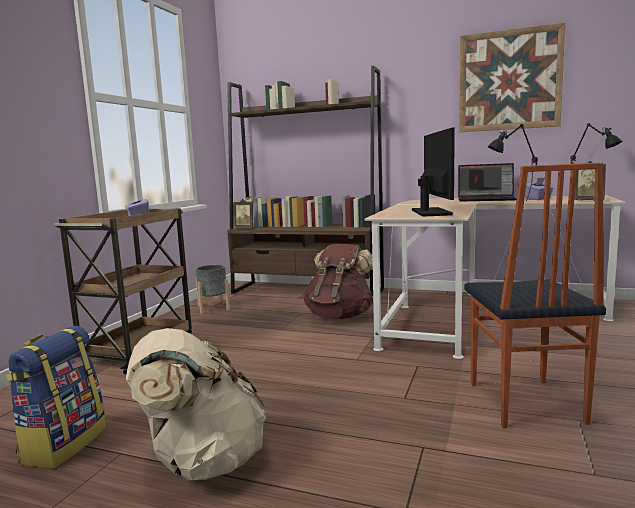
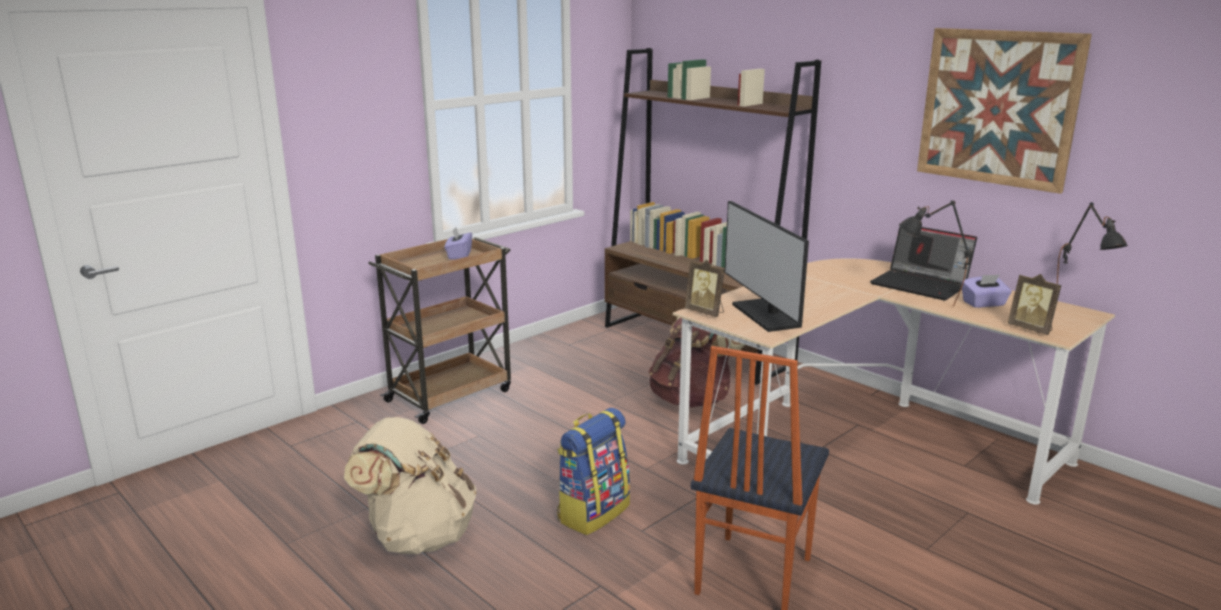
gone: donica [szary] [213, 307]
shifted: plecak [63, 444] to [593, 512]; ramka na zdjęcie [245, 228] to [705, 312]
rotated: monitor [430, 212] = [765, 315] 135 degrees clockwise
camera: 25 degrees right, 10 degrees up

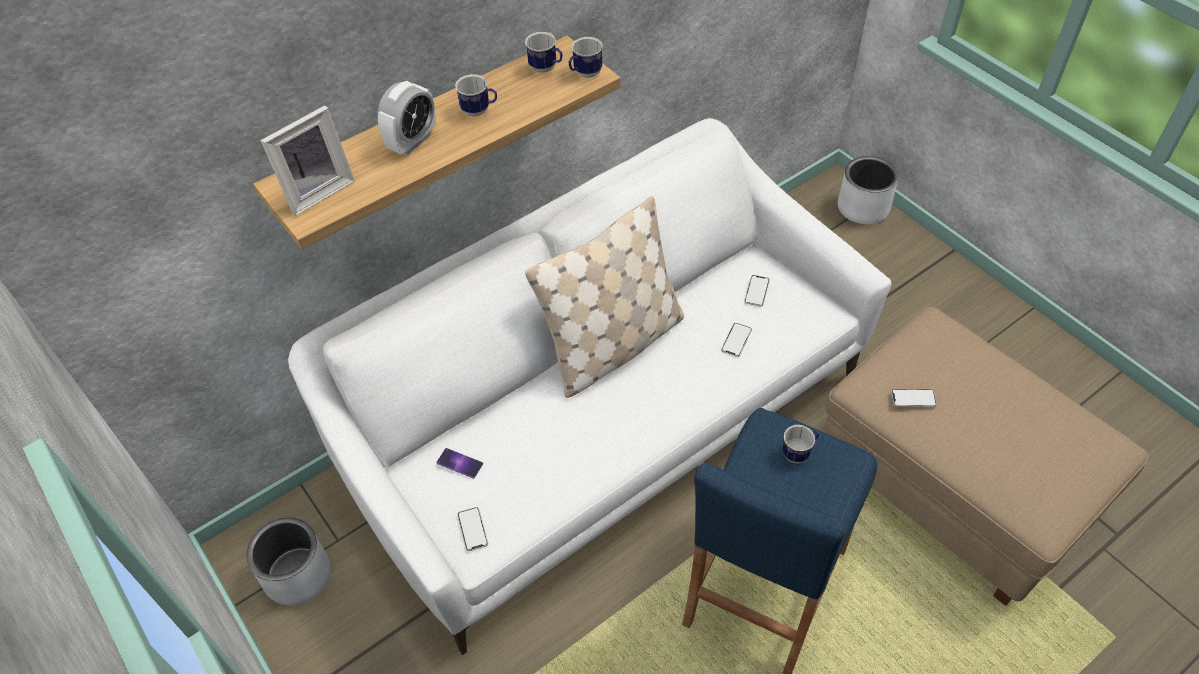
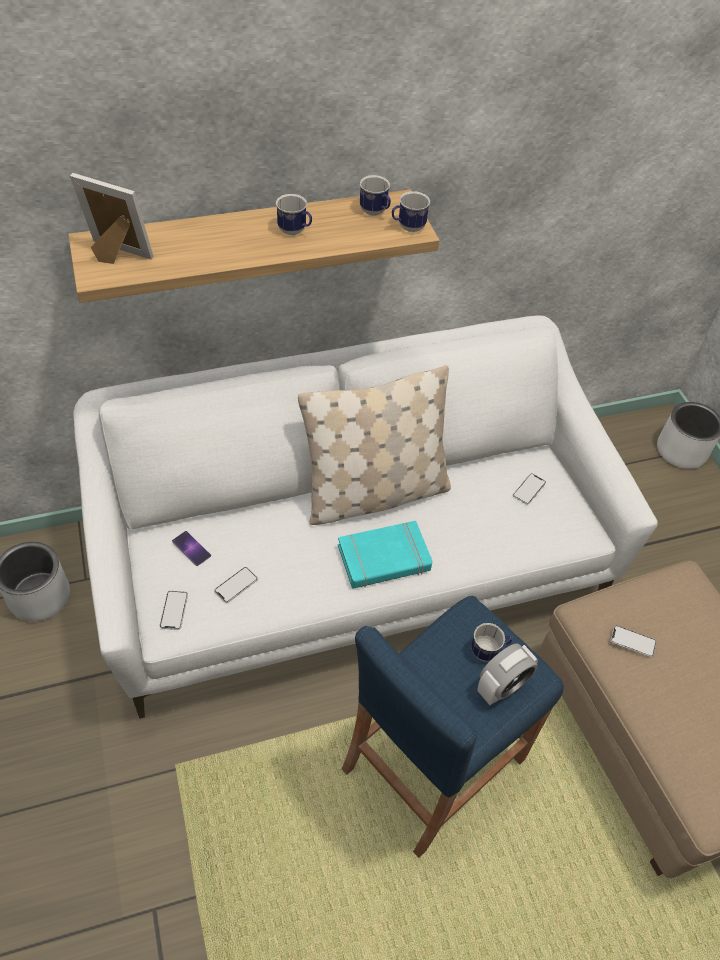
new: książka [turkusowy] [384, 559]
shifted: budzik [412, 142] to [501, 687]; telefon [736, 340] to [236, 585]
rotated: ramka na zdjęcie [316, 191] = [116, 256] 135 degrees counterclockwise
camera: 15 degrees right, 0 degrees up

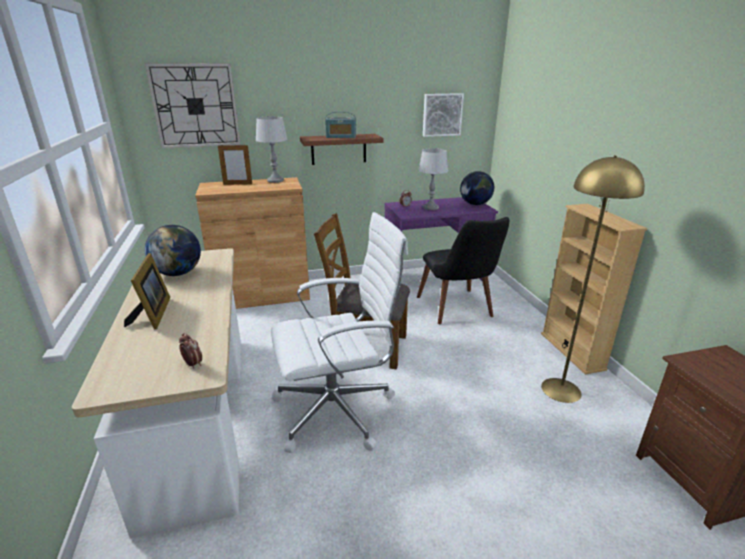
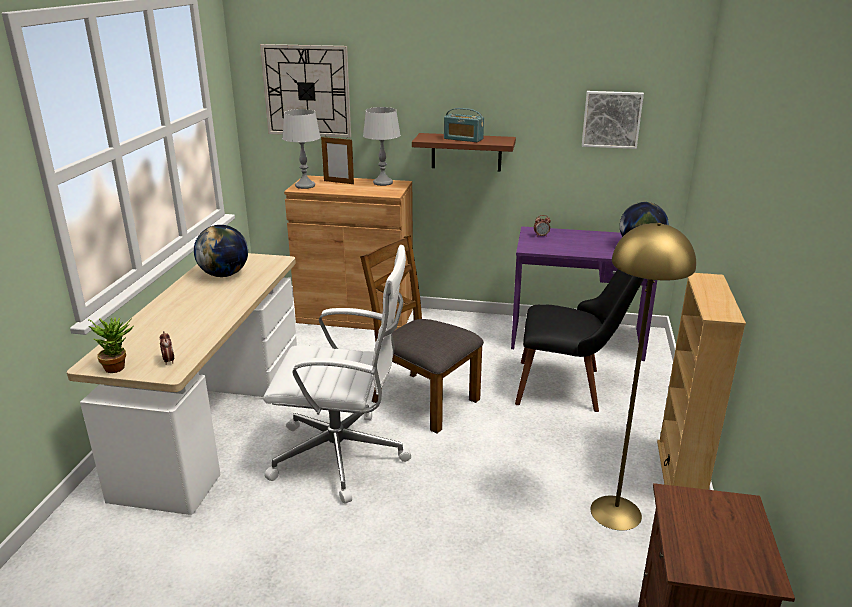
gone: ramka na zdjęcie [153, 314]
new: roślina doniczkowa [119, 367]
shifted: lampa stołowa [szary] [431, 208] to [305, 186]
rotated: krzesło [czarny] [459, 311] = [572, 387] 90 degrees counterclockwise
camera: 25 degrees right, 0 degrees up

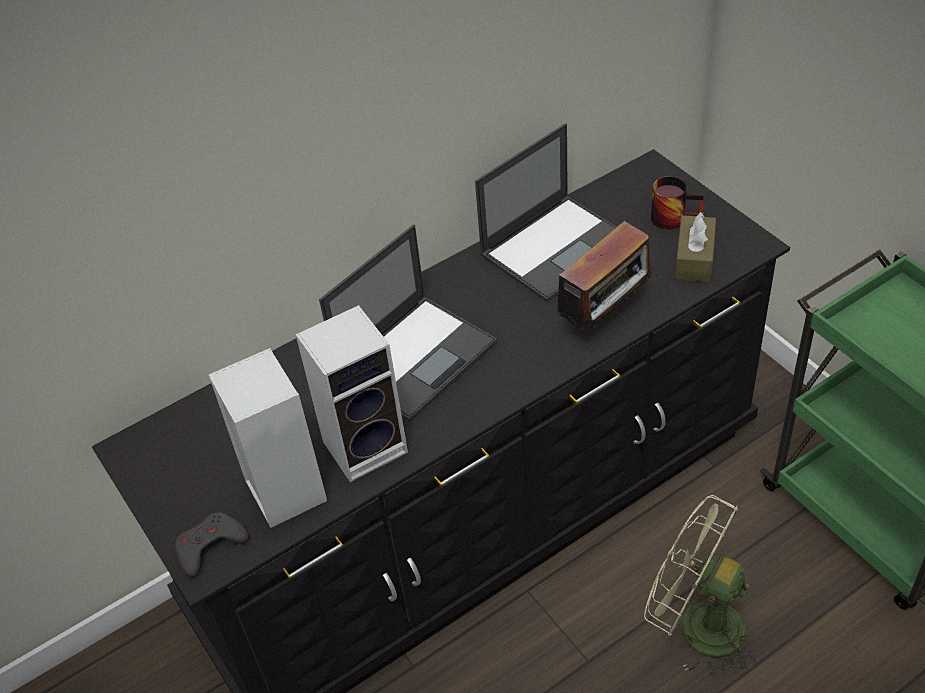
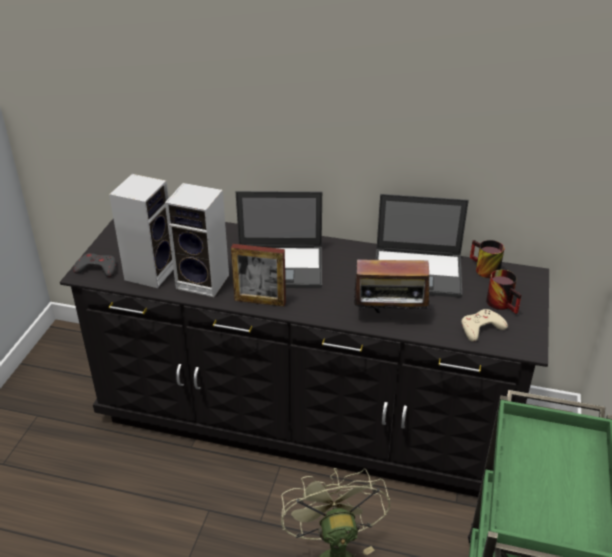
new: ramka na zdjęcie [260, 301]; kubek [482, 269]
swapped: pudełko chusteczek [brązowy] [694, 258] to pad do gier [beżowy] [481, 328]
camera: 45 degrees right, 10 degrees down

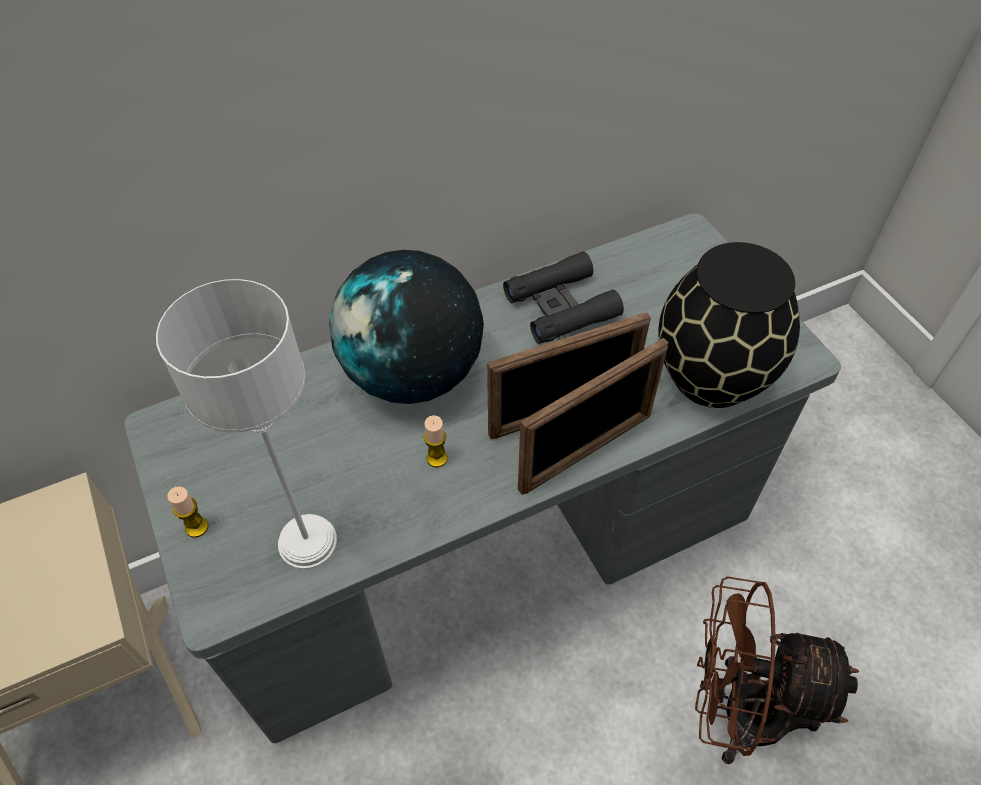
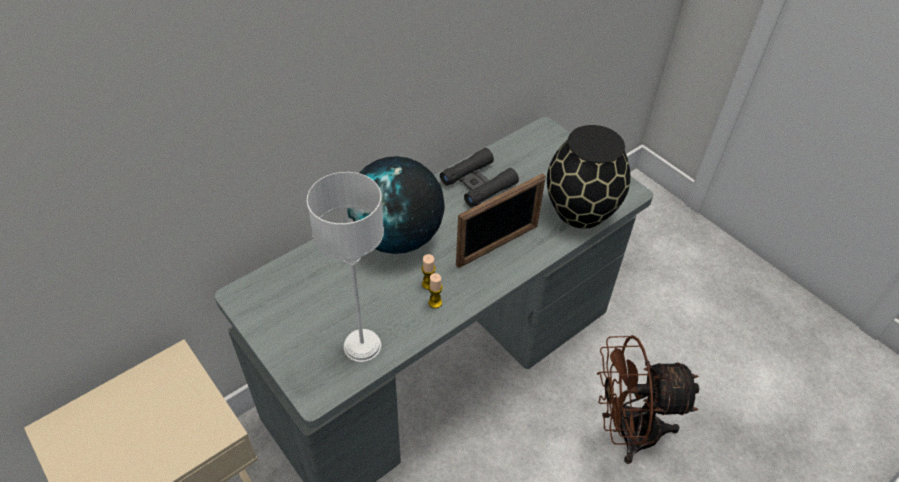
gone: ramka na zdjęcie [586, 452]
shifted: świeca [197, 527] to [435, 302]
camera: 15 degrees left, 5 degrees down

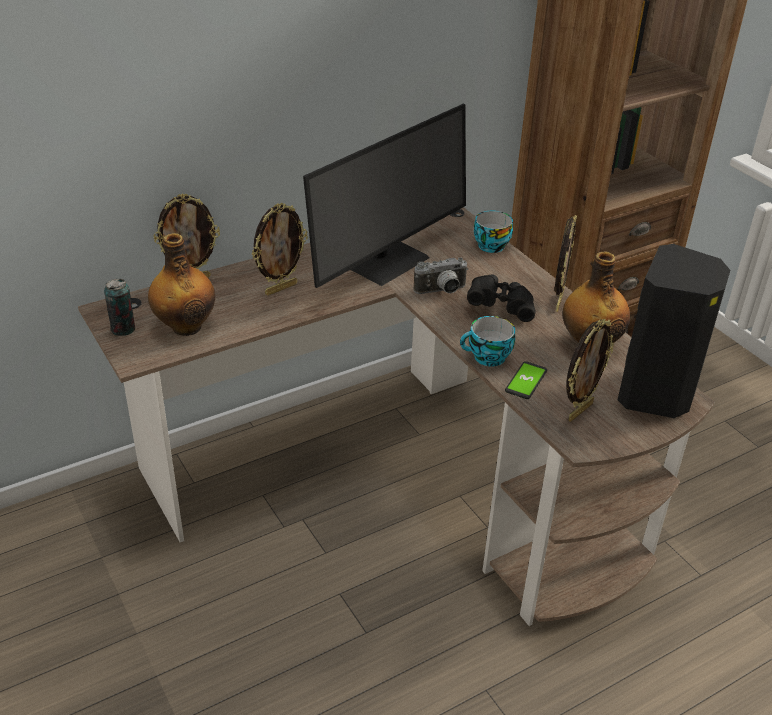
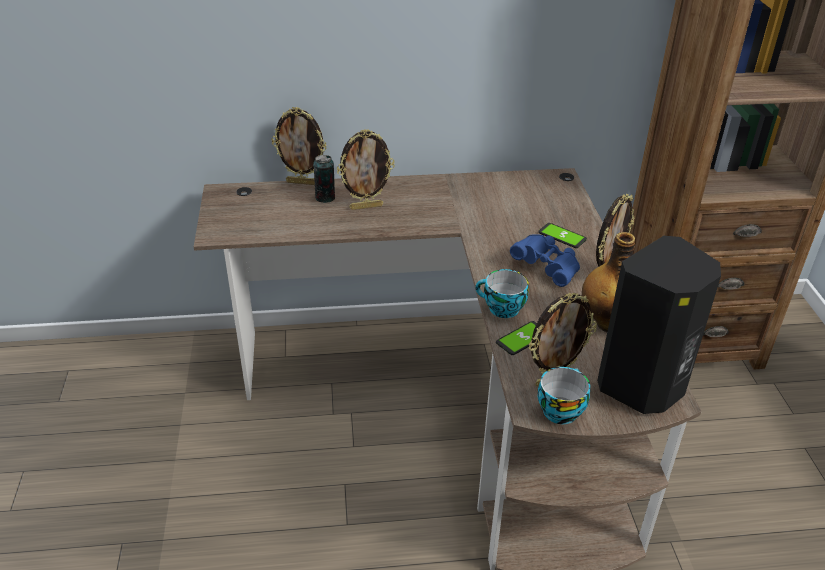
gone: butelka [186, 326]; monitor [381, 259]; aparat fotograficzny [442, 291]
new: telefon [562, 236]
shifted: puszka [123, 329] to [325, 198]; filiżanka [490, 245] to [560, 409]
repainted: lornetka [czarny] [501, 307] to lornetka [niebieski] [547, 268]
camera: 25 degrees right, 0 degrees up

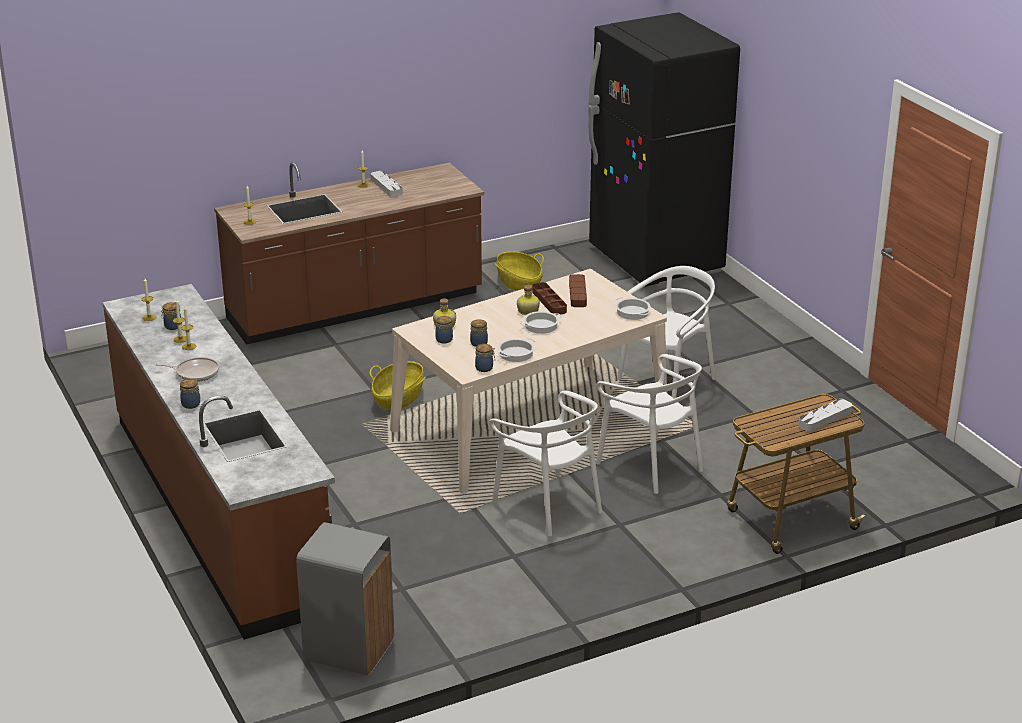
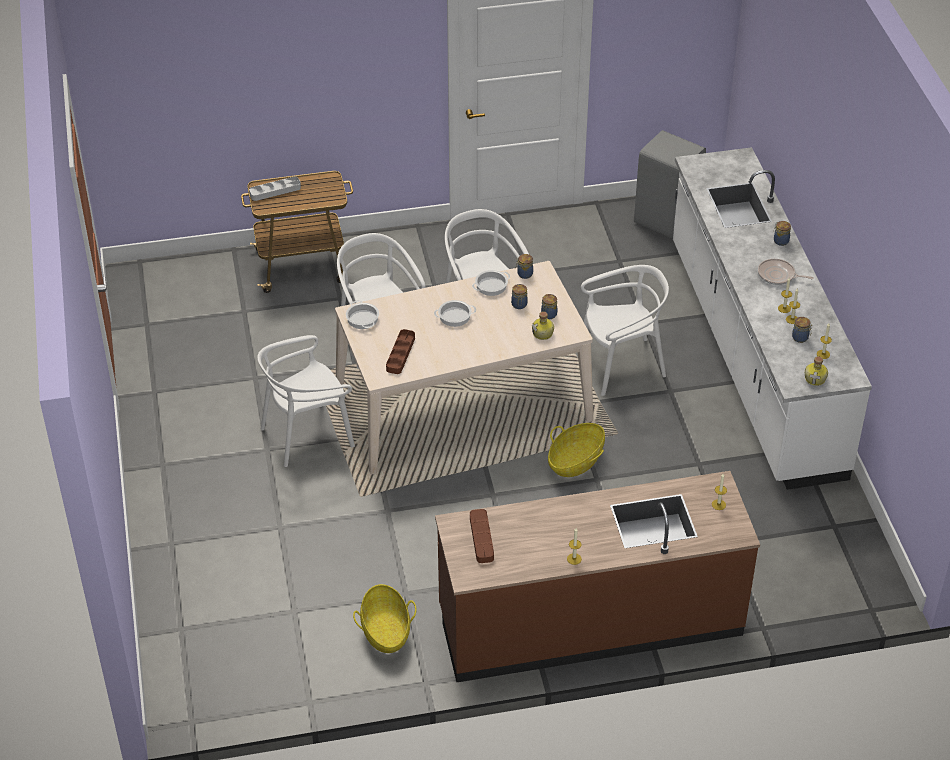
gone: taca [szary] [386, 186]; lodówka [czarny] [656, 260]
new: krzesło [biały] [621, 365]
shifted: butelka [527, 311] to [815, 379]; taca [brązowy] [549, 301] to [481, 538]
repainted: zabudowa kuchenna [brązowy] [221, 509] to zabudowa kuchenna [biały] [753, 358]
camera: 165 degrees left, 15 degrees up

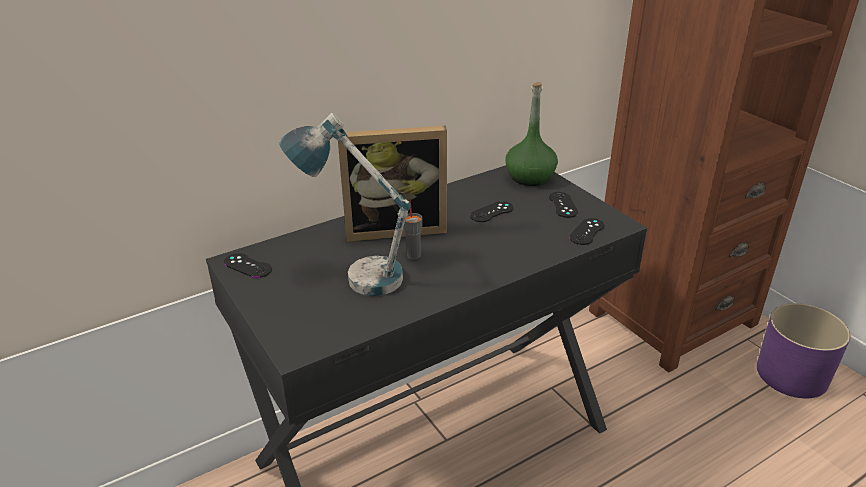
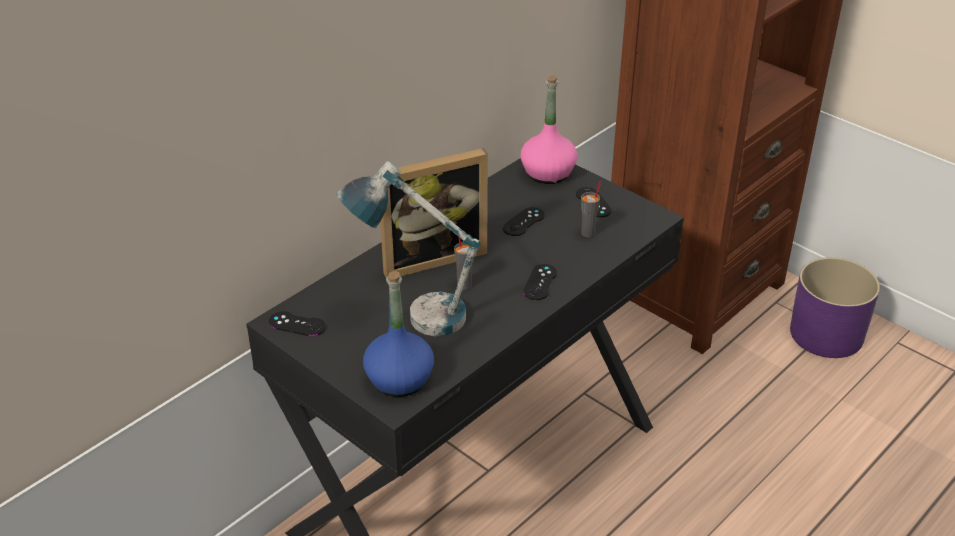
new: butelka [niebieski] [399, 379]; filiżanka [szary] [588, 233]
shifted: pad do gier [czarny] [587, 232] to [540, 282]
repainted: butelka [zielony] [530, 177] to butelka [różowy] [547, 173]
camera: 15 degrees left, 5 degrees up

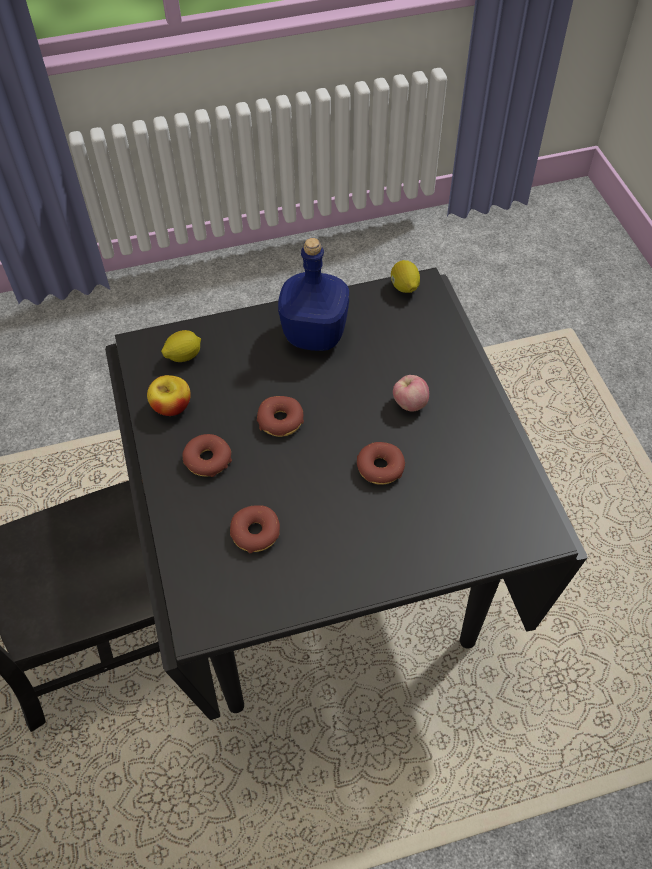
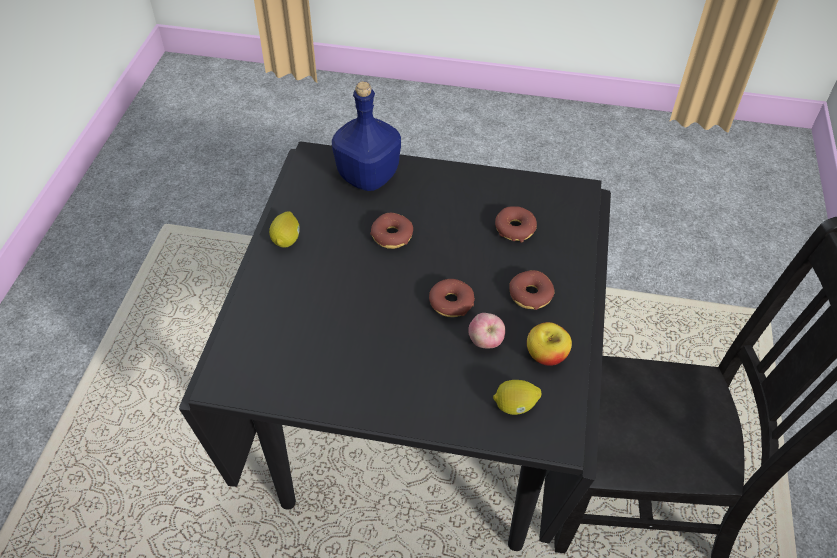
shifted: butelka [niebieski] [316, 334] to [367, 176]; cytryna [404, 287] to [286, 239]; jabłko [409, 404] to [485, 342]
camera: 155 degrees left, 5 degrees down

